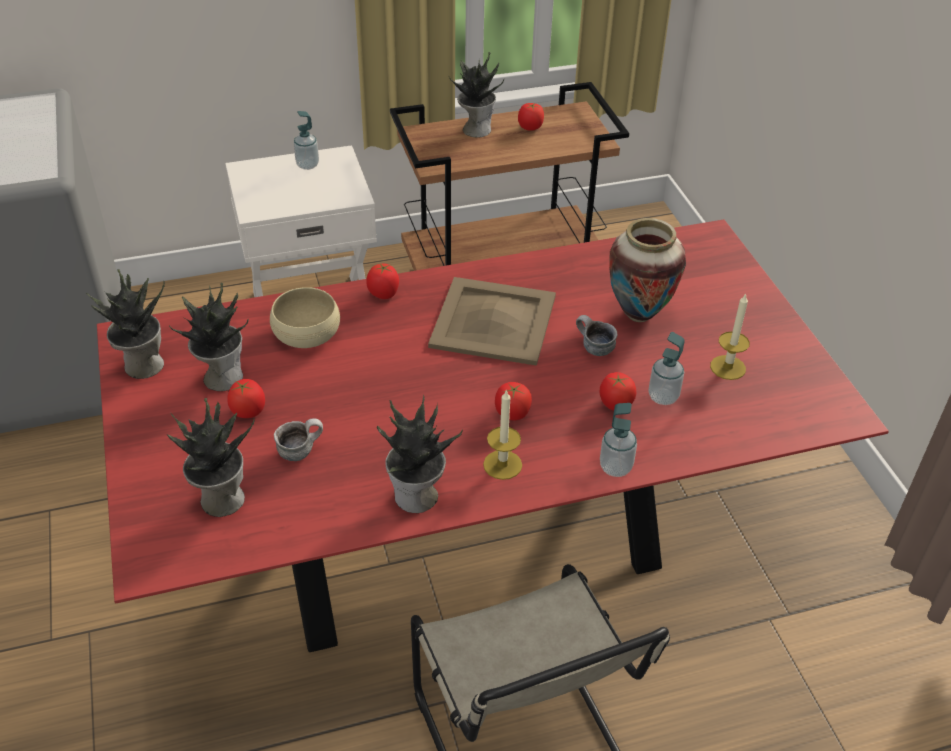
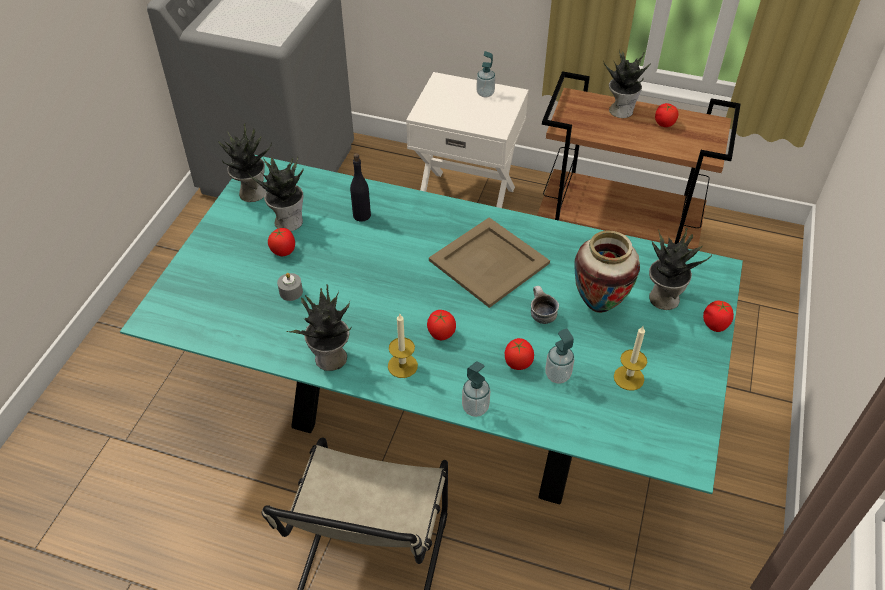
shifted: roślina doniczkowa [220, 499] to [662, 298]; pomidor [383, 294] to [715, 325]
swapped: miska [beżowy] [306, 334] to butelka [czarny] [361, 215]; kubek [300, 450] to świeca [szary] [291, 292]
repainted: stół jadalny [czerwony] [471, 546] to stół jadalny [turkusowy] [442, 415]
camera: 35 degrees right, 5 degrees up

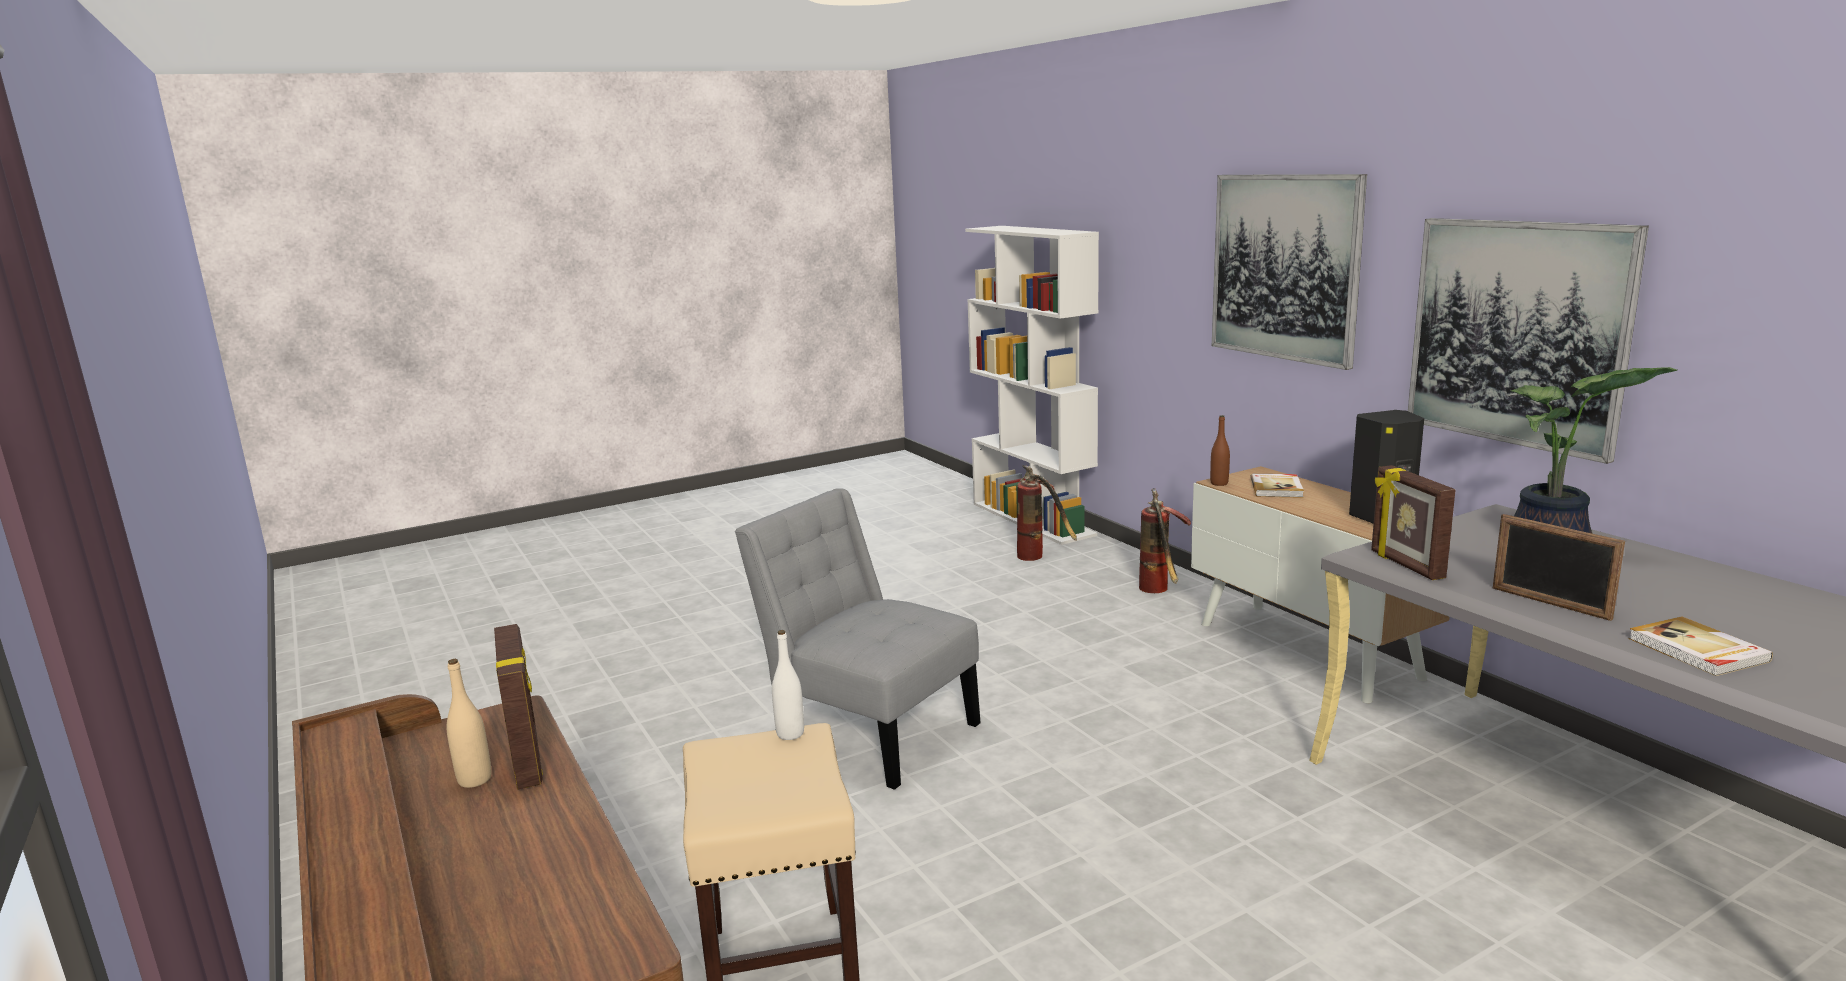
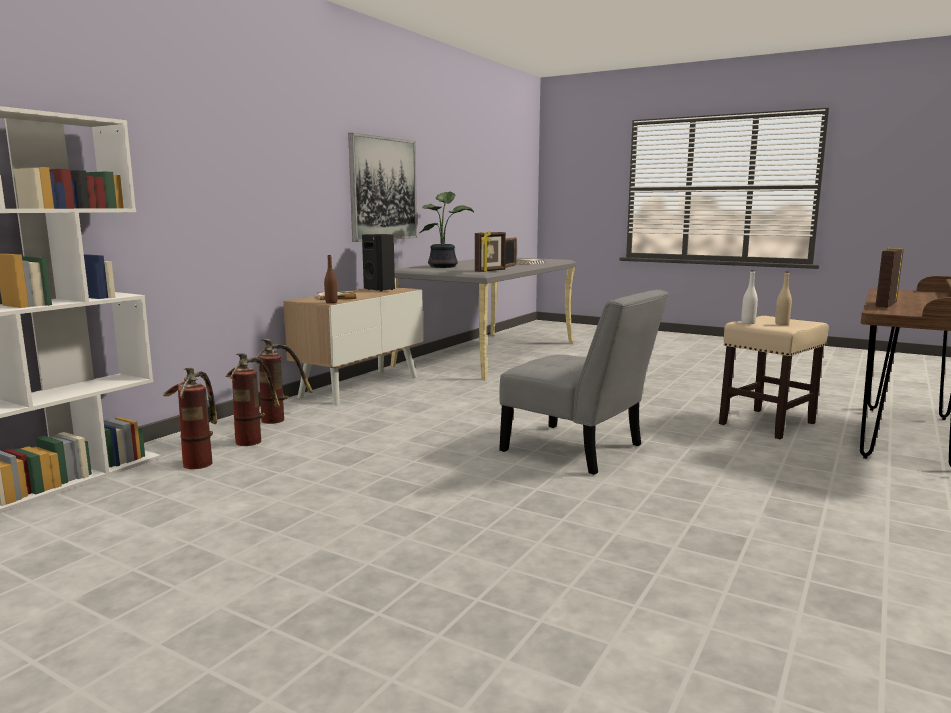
gone: obraz [1285, 267]
new: gaśnica [253, 438]
shifted: butelka [beżowy] [475, 779] to [782, 324]
rotated: krzesło [szary] [869, 731] = [578, 450] 60 degrees counterclockwise
camera: 120 degrees left, 5 degrees down

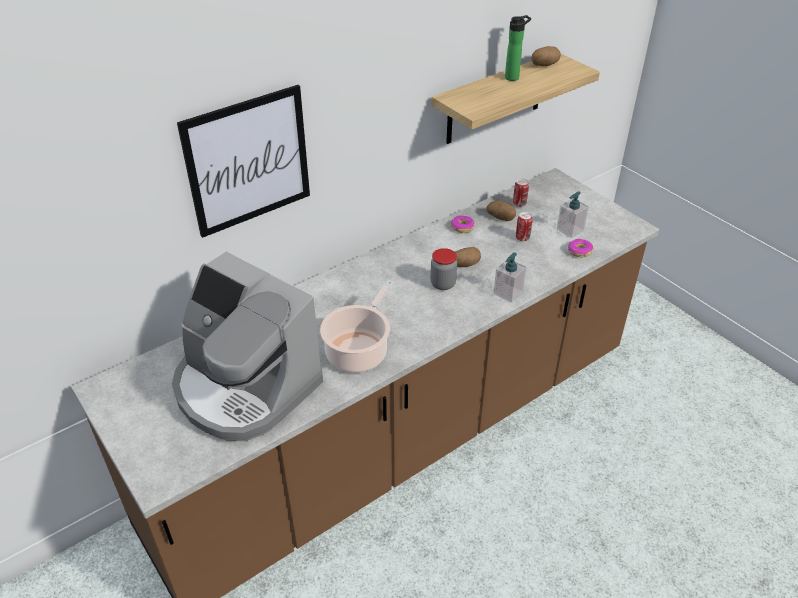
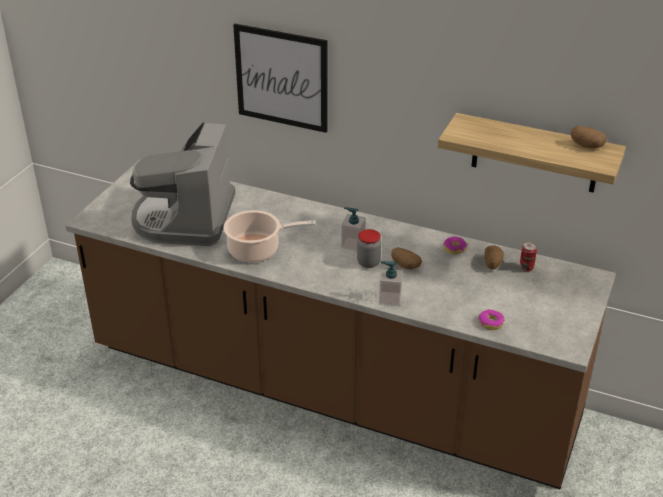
gone: butelka [513, 77]; puszka [522, 238]
shifted: dozownik mydła [570, 230] to [353, 244]
camera: 60 degrees right, 5 degrees down

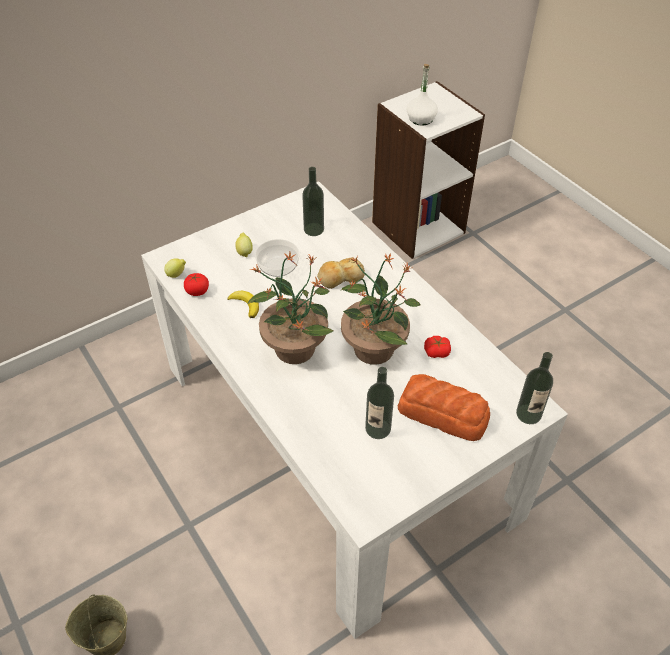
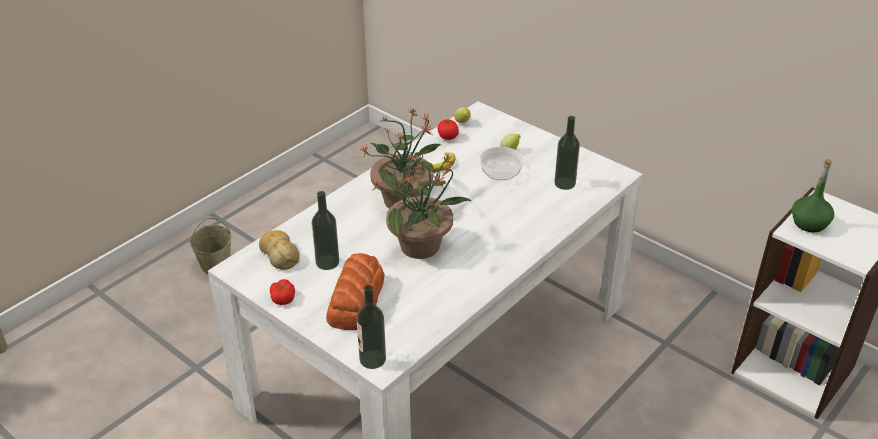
shifted: chleb [340, 278] to [279, 255]; pomidor [436, 351] to [283, 298]
repainted: butelka [biały] [421, 119] to butelka [zielony] [809, 223]
camera: 75 degrees right, 10 degrees down

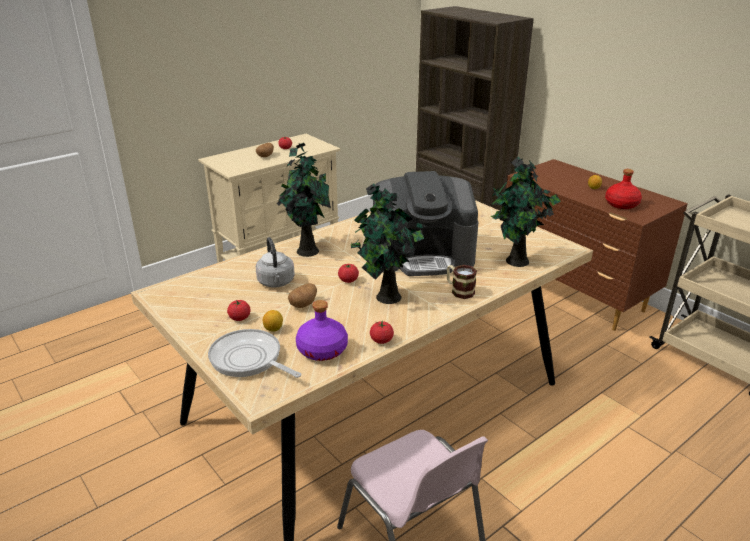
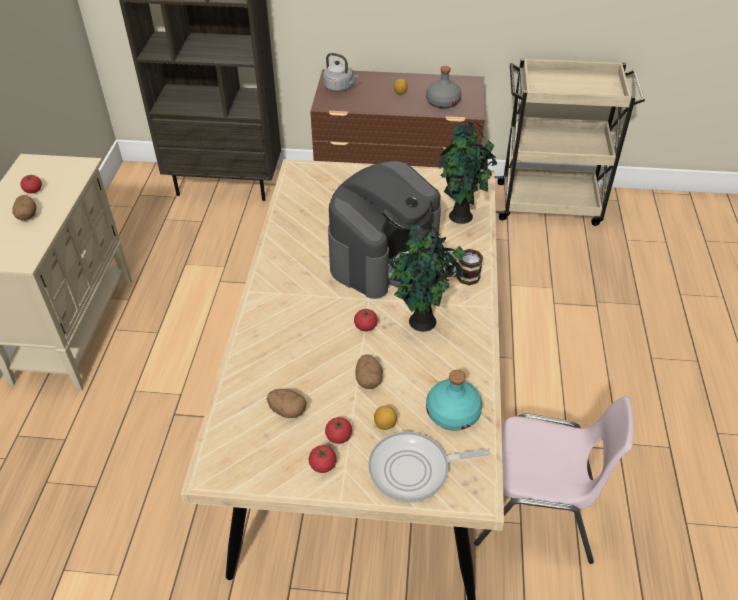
gone: roślina doniczkowa [306, 250]
new: ziemniak [287, 410]
shifted: czajnik [szary] [276, 283] to [340, 87]; pomidor [381, 340] to [323, 465]
repainted: butelka [fioletowy] [322, 350] to butelka [turkusowy] [453, 413]; butelka [czerwony] [621, 204] to butelka [szary] [442, 102]
camera: 45 degrees left, 15 degrees up

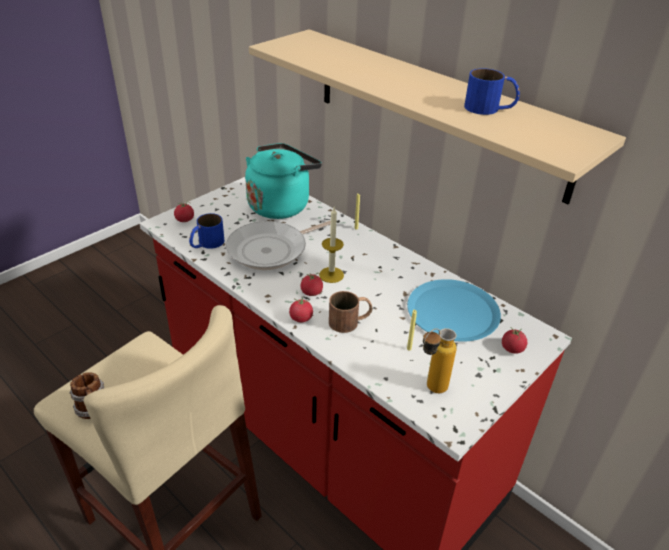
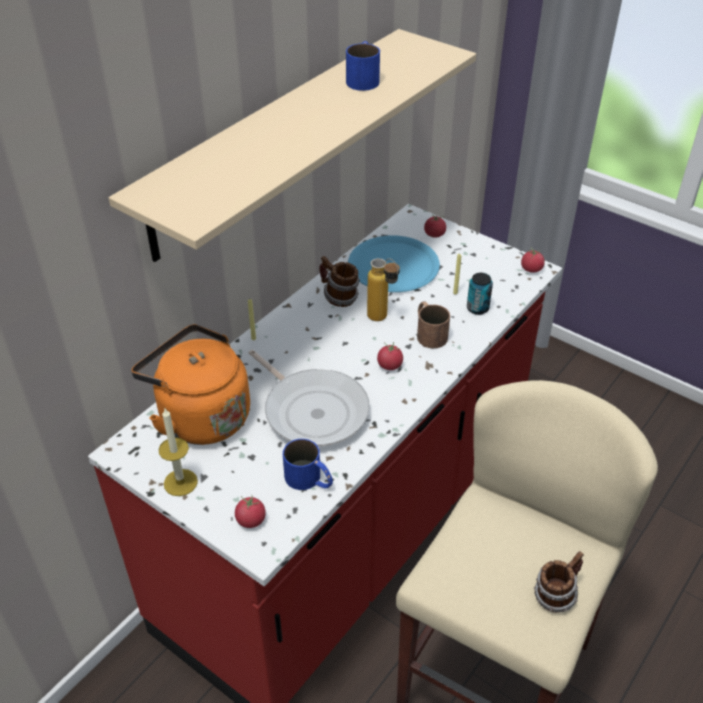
new: kubek [338, 297]; puszka [477, 308]
shifted: pomidor [301, 318] to [531, 269]; świeca [331, 275] to [180, 482]; butelka [430, 390] to [382, 320]
repainted: czajnik [turkusowy] [281, 205] to czajnik [pomarańczowy] [200, 416]
camera: 95 degrees left, 5 degrees up

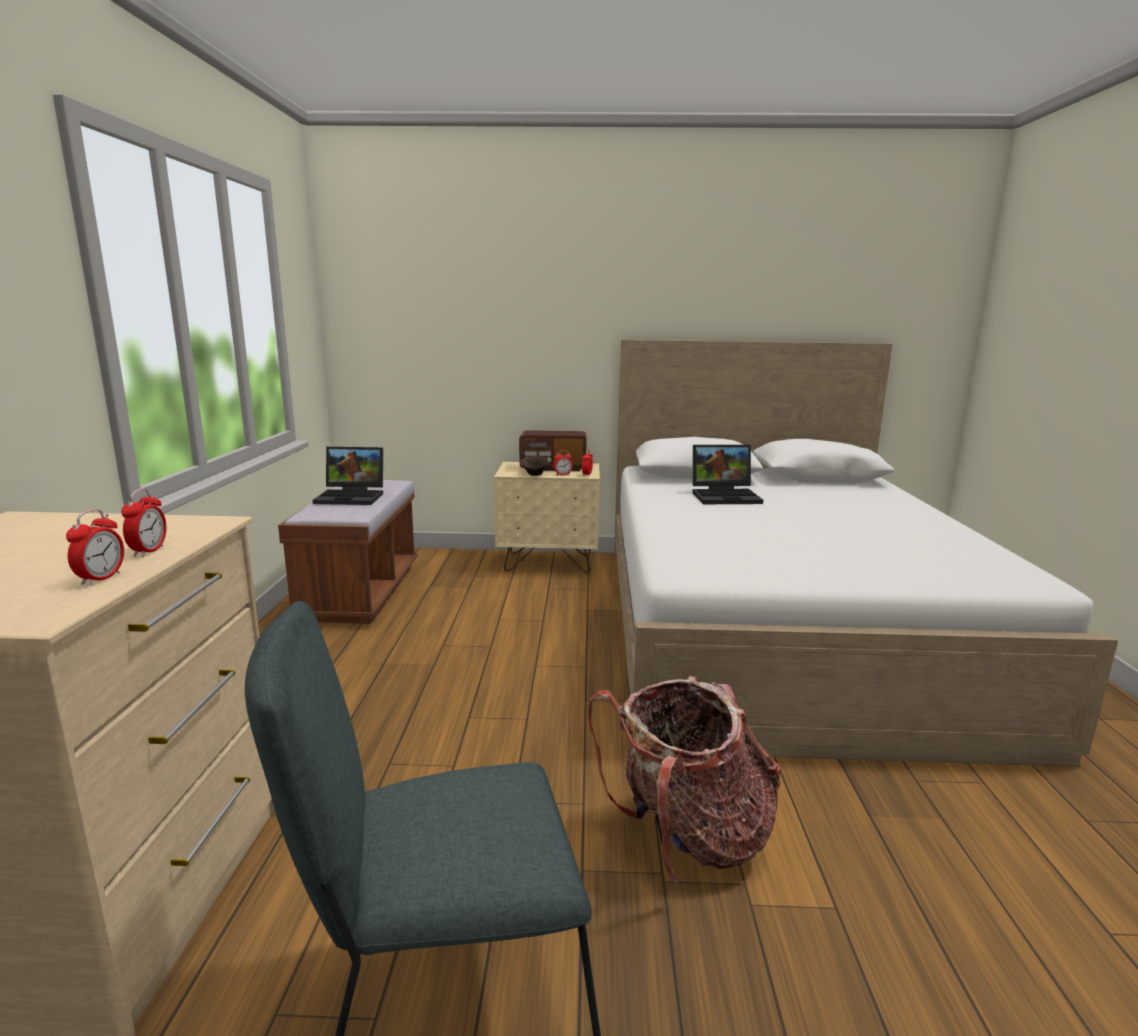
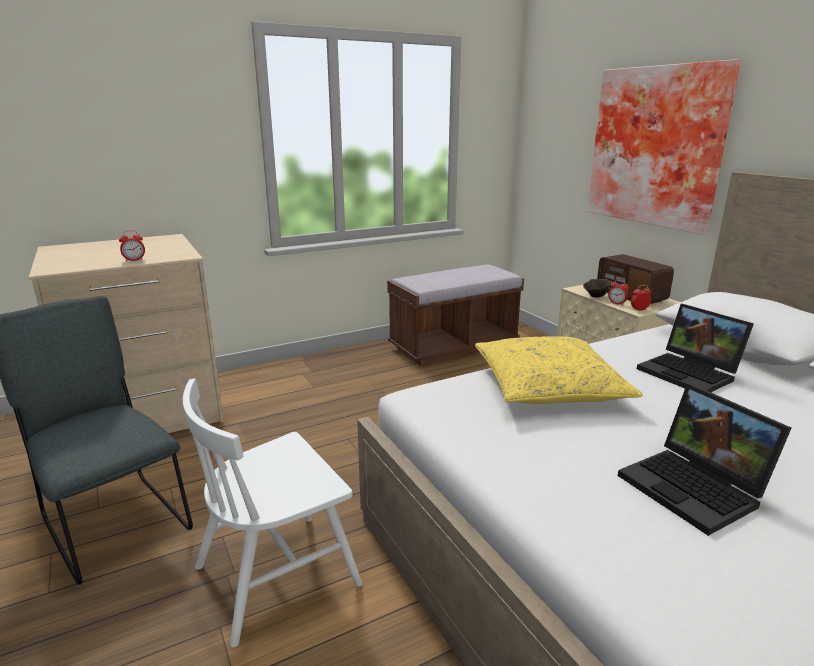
gone: budzik [101, 578]
new: poduszka [żółty] [548, 386]; obraz [657, 147]
shifted: laptop [353, 497] to [696, 489]
swapped: plecak [687, 837] to krzesło [biały] [278, 574]
camera: 60 degrees right, 5 degrees up

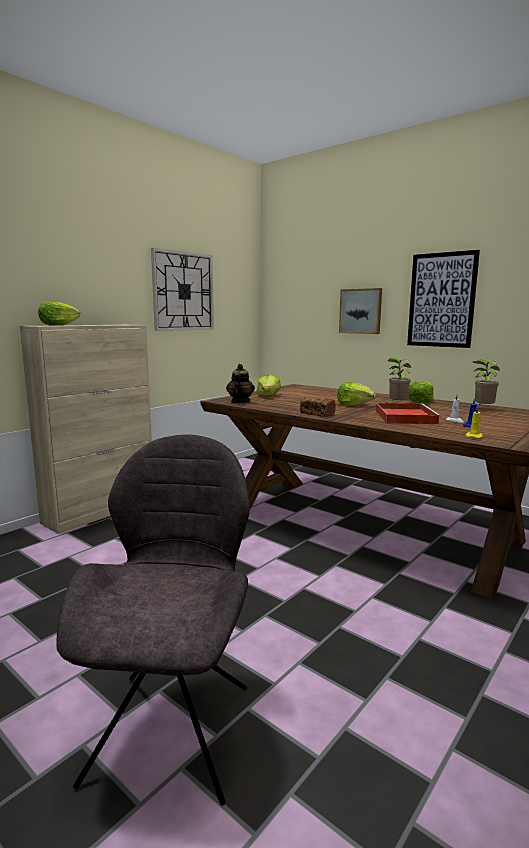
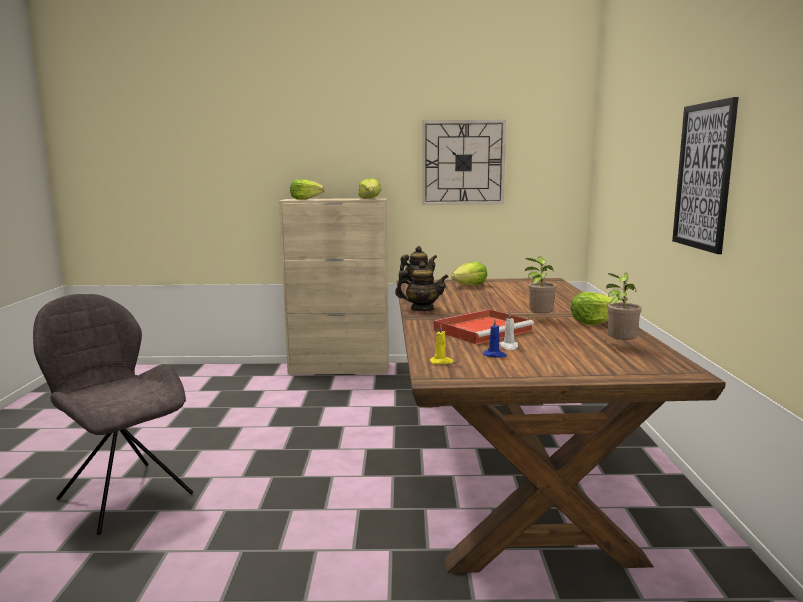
gone: obraz [361, 311]
shifted: sałata [354, 404] to [370, 198]
swapped: chleb [317, 414] to imbryk [422, 309]
rotated: krzesło [szary] [173, 727] = [123, 494] 105 degrees counterclockwise
camera: 50 degrees right, 0 degrees up

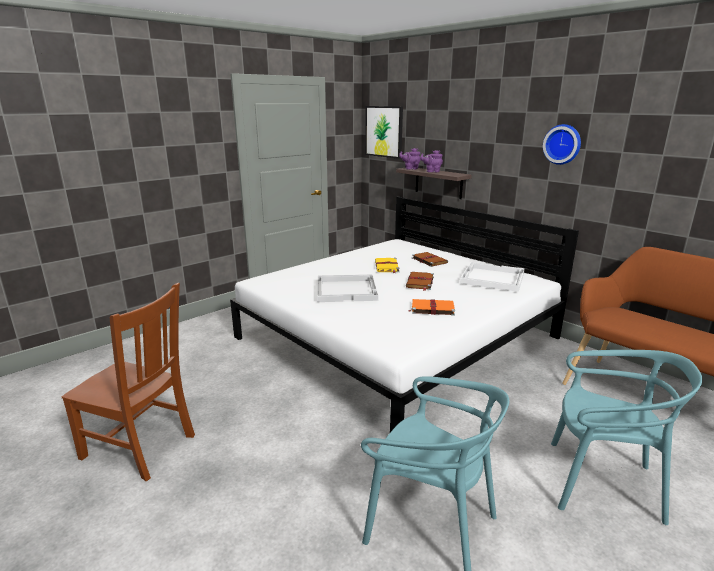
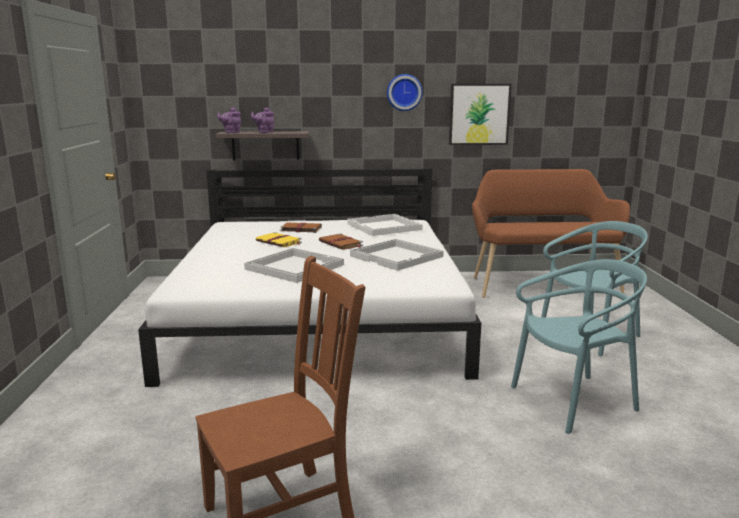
shifted: obraz [384, 131] to [479, 114]
swapped: książka [pomarańczowy] [431, 308] to taca [biały] [397, 256]
camera: 50 degrees left, 5 degrees down

